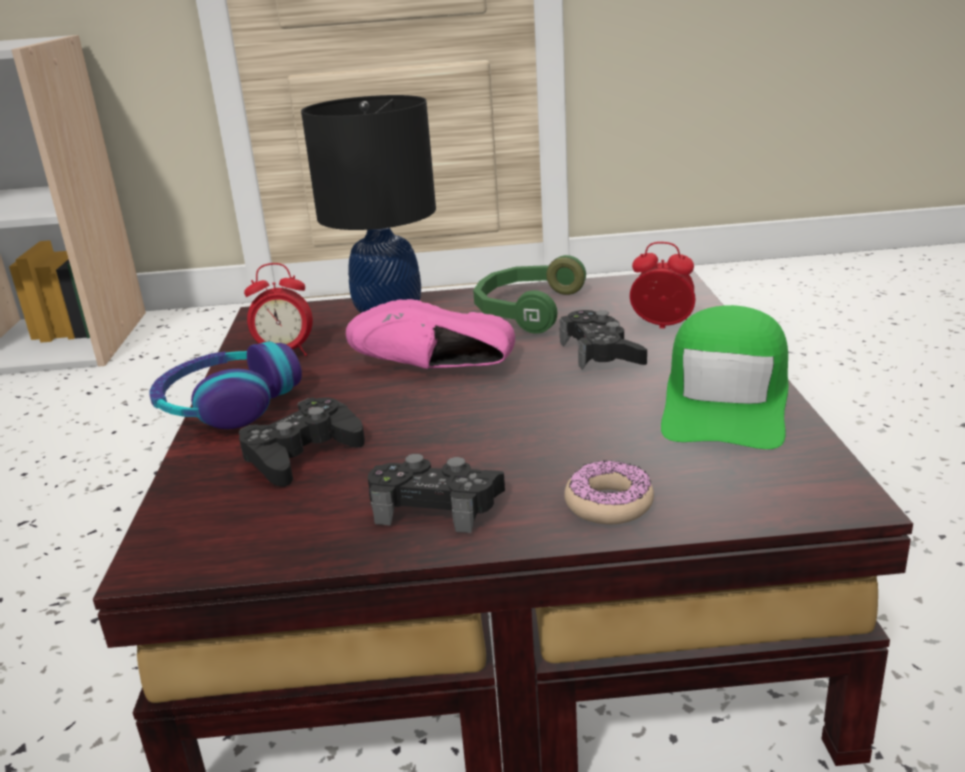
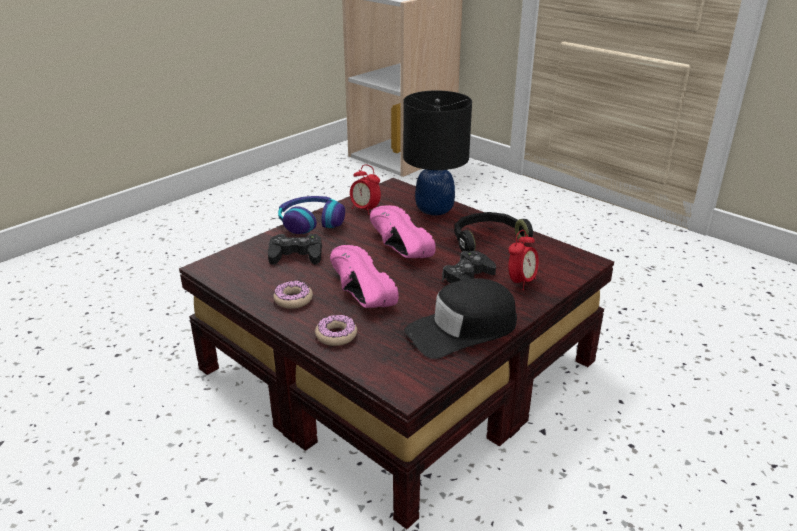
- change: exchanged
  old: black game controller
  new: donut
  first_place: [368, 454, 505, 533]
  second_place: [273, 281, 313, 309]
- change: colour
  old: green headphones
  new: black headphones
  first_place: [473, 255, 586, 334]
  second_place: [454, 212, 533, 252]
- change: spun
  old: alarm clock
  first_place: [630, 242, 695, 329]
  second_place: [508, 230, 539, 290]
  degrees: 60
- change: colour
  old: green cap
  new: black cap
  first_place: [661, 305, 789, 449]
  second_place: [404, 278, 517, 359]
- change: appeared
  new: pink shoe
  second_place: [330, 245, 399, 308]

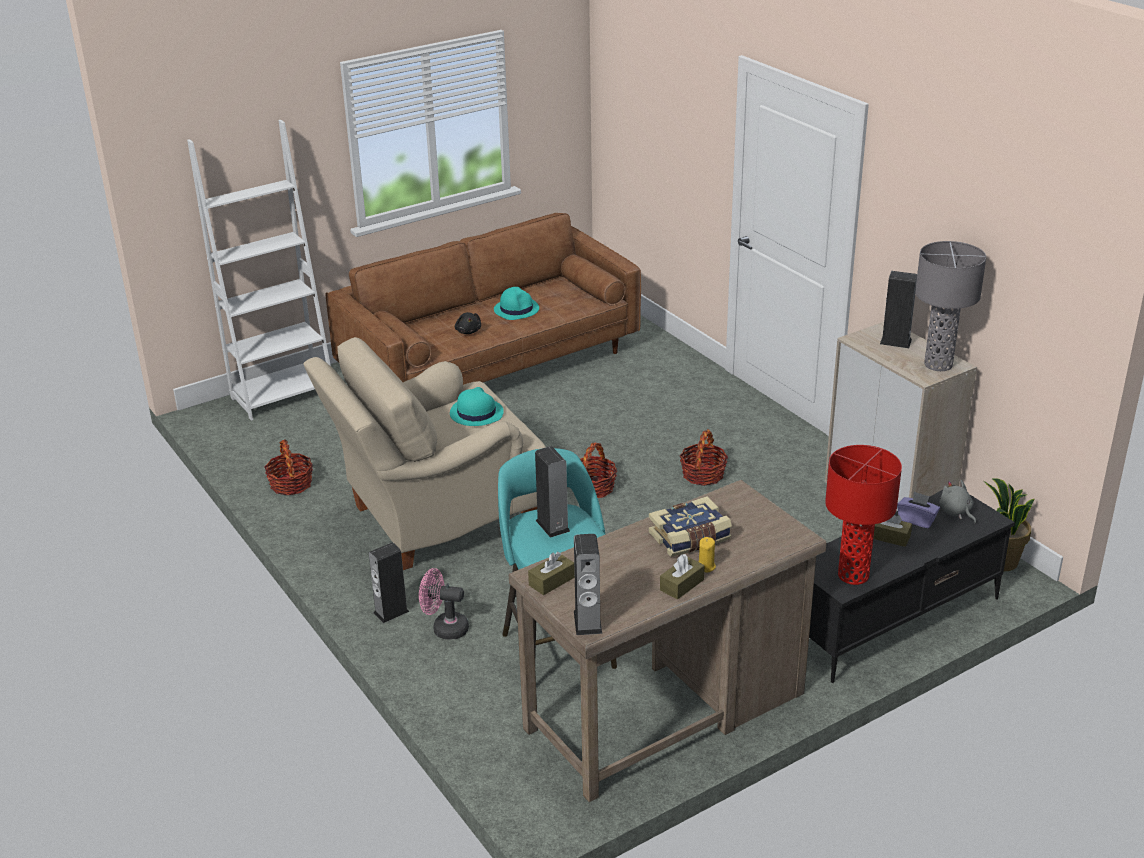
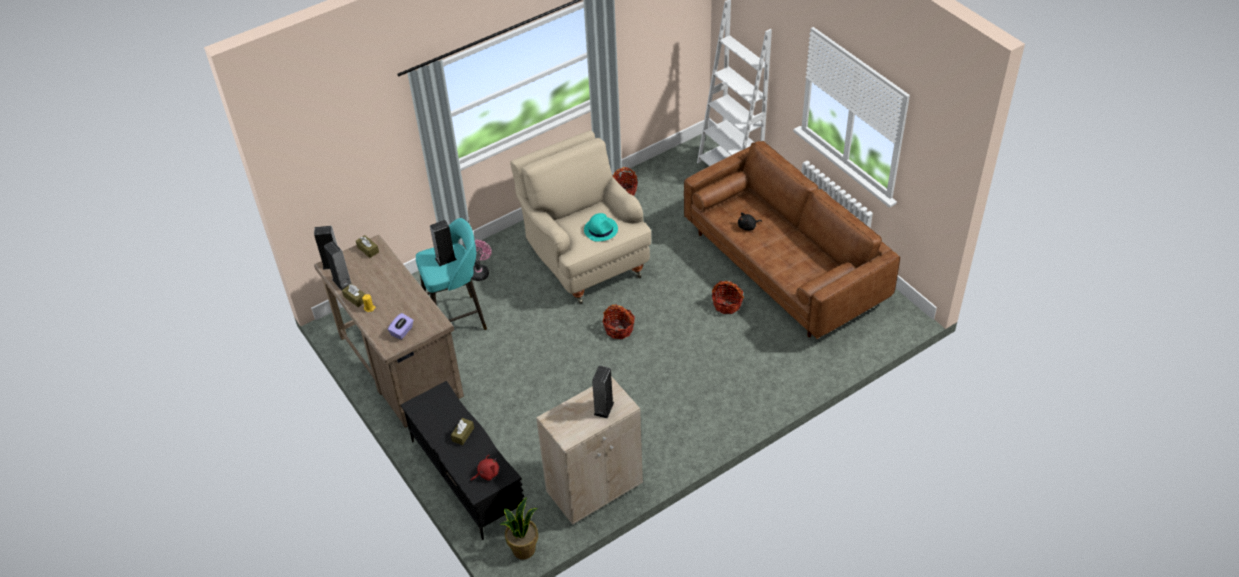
- change: relocated
  old: speaker
  first_place: [369, 542, 410, 623]
  second_place: [324, 241, 353, 291]
- change: missing
  old: turquoise hat
  first_place: [494, 287, 539, 320]
- change: missing
  old: book
  first_place: [649, 496, 732, 557]
- change: relocated
  old: basket
  first_place: [680, 429, 728, 486]
  second_place: [712, 281, 744, 314]
- change: missing
  old: red table lamp
  first_place: [825, 445, 902, 585]
- change: relocated
  old: purple tissue box
  first_place: [897, 492, 940, 528]
  second_place: [387, 313, 414, 340]
- change: missing
  old: grey table lamp
  first_place: [915, 241, 986, 371]
- change: colour
  old: grey plush toy
  new: red plush toy
  first_place: [939, 480, 976, 523]
  second_place: [471, 455, 499, 481]

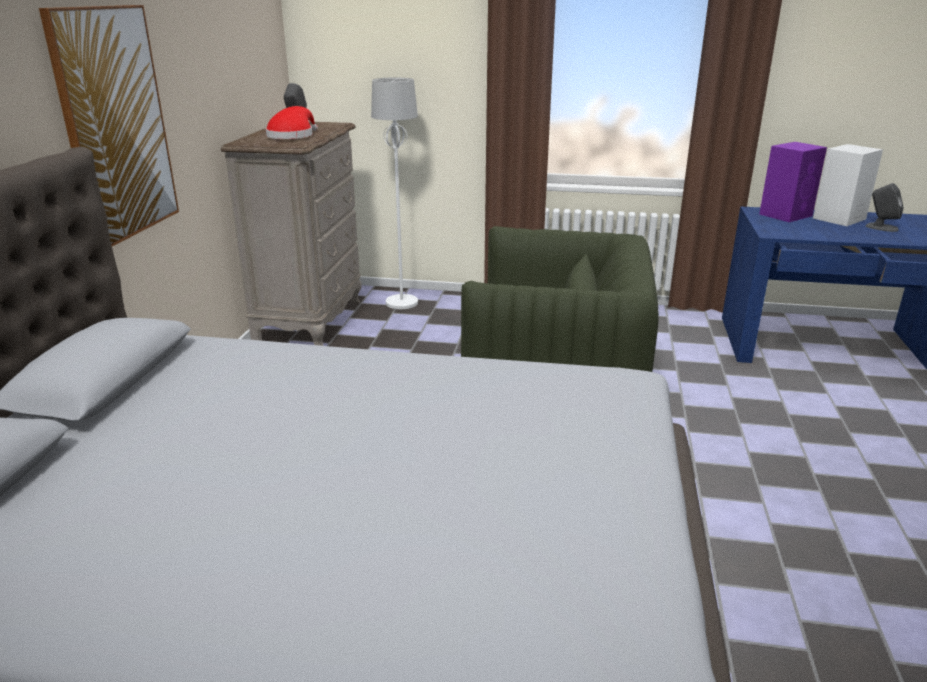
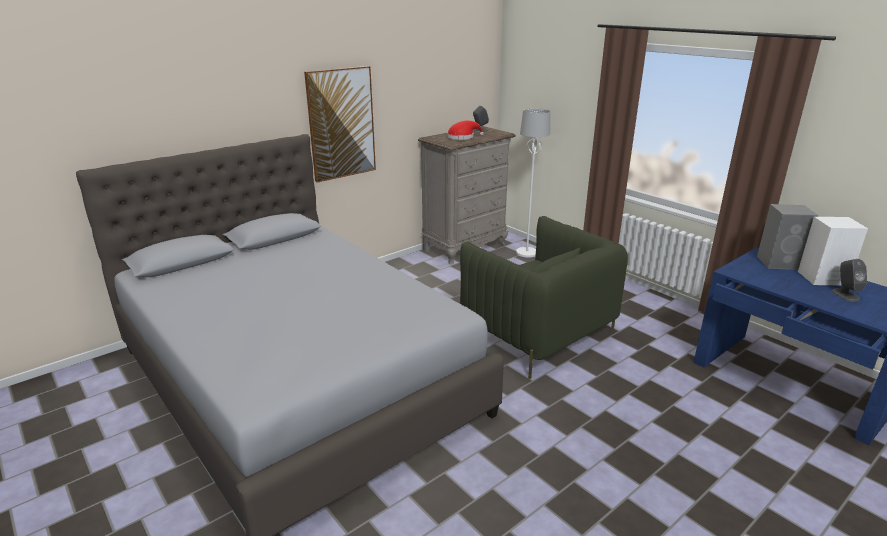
- change: colour
  old: purple speaker
  new: grey speaker
  first_place: [759, 142, 827, 222]
  second_place: [757, 204, 818, 270]

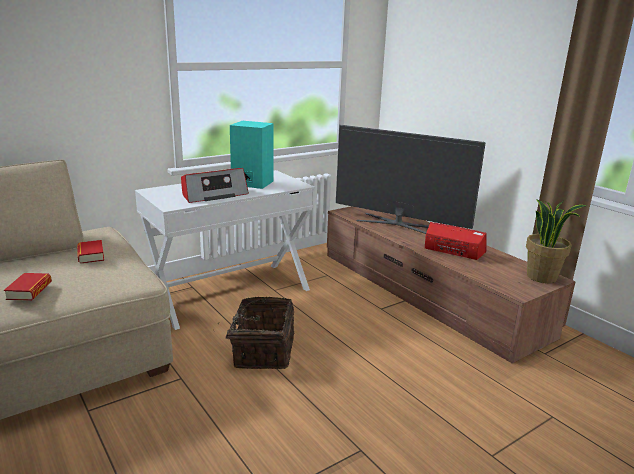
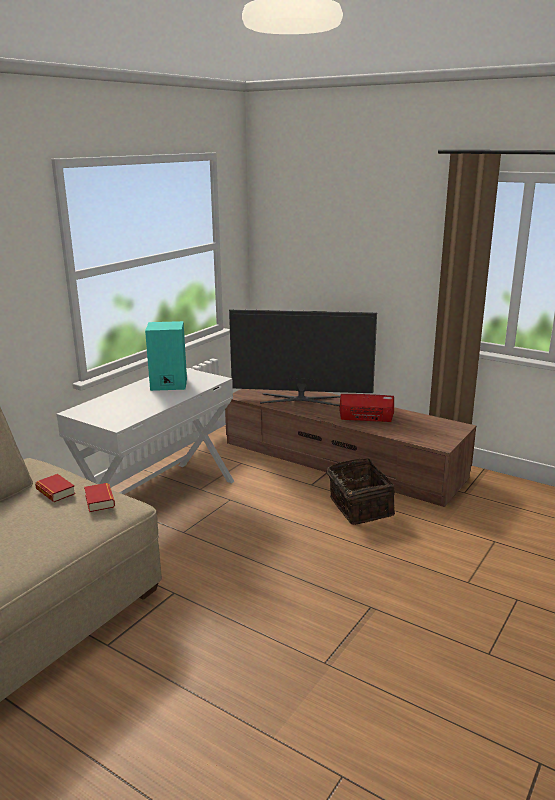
- change: relocated
  old: book
  first_place: [4, 273, 52, 301]
  second_place: [84, 483, 115, 512]
- change: missing
  old: radio
  first_place: [181, 168, 249, 203]
- change: relocated
  old: basket
  first_place: [213, 297, 294, 369]
  second_place: [326, 458, 395, 525]
- change: missing
  old: potted plant
  first_place: [526, 199, 587, 283]

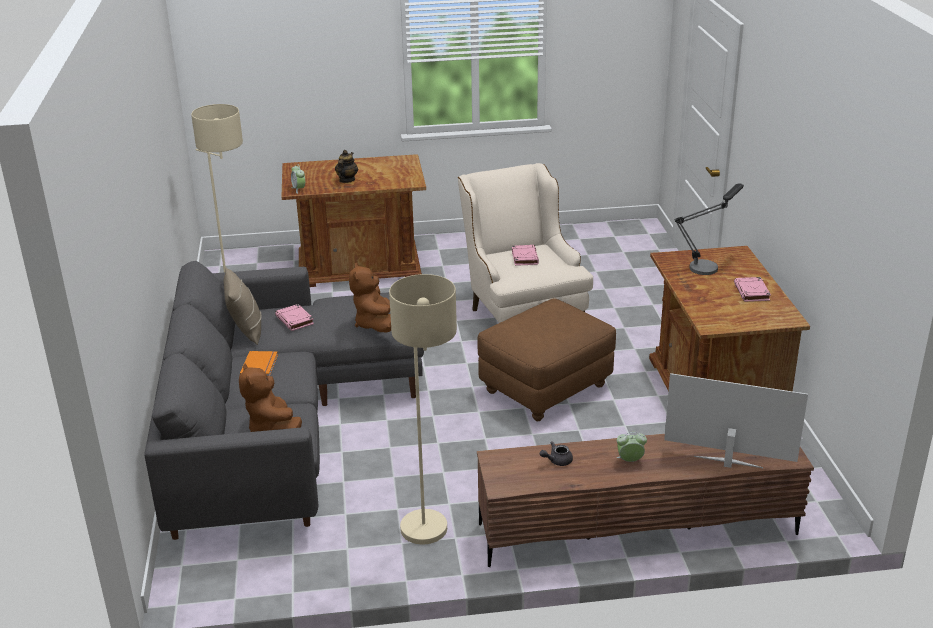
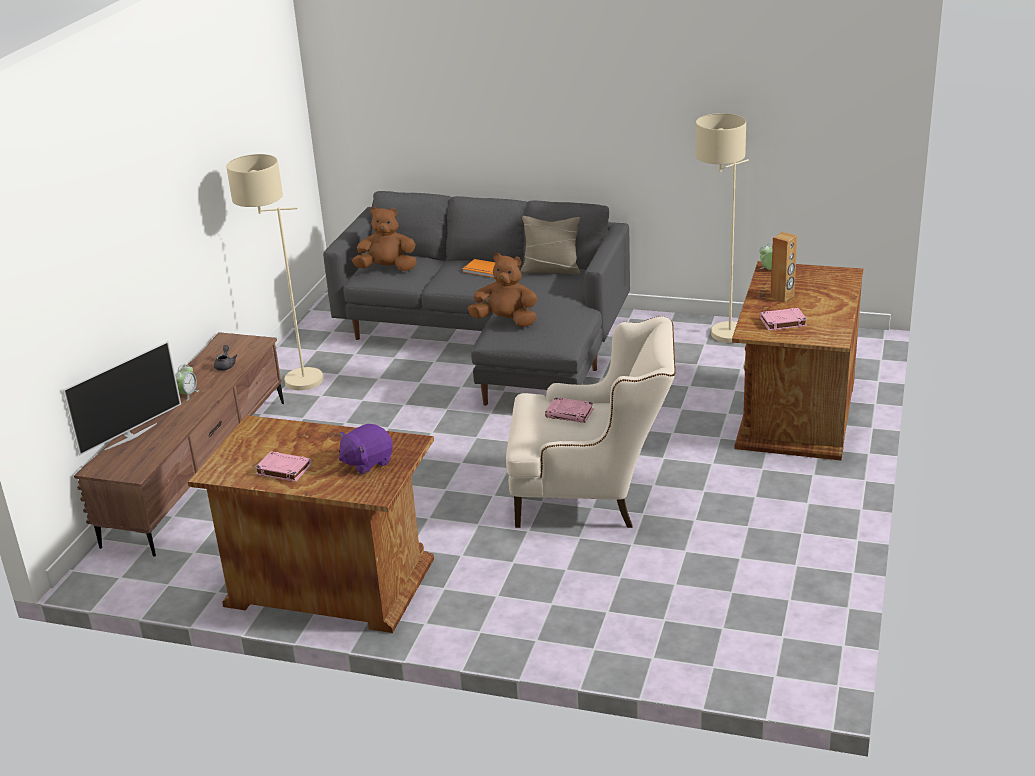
- change: relocated
  old: pink book
  first_place: [275, 304, 314, 331]
  second_place: [760, 308, 807, 330]
- change: exchanged
  old: teapot
  new: brown speaker
  first_place: [335, 150, 358, 183]
  second_place: [770, 232, 797, 302]
- change: missing
  old: brown ottoman
  first_place: [478, 298, 616, 421]
- change: exchanged
  old: table lamp
  new: purple plush toy
  first_place: [674, 183, 744, 275]
  second_place: [339, 424, 393, 474]

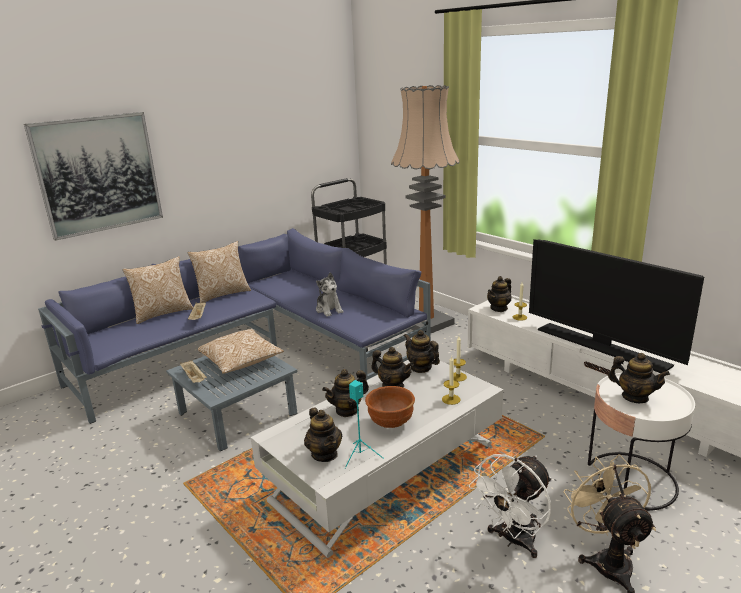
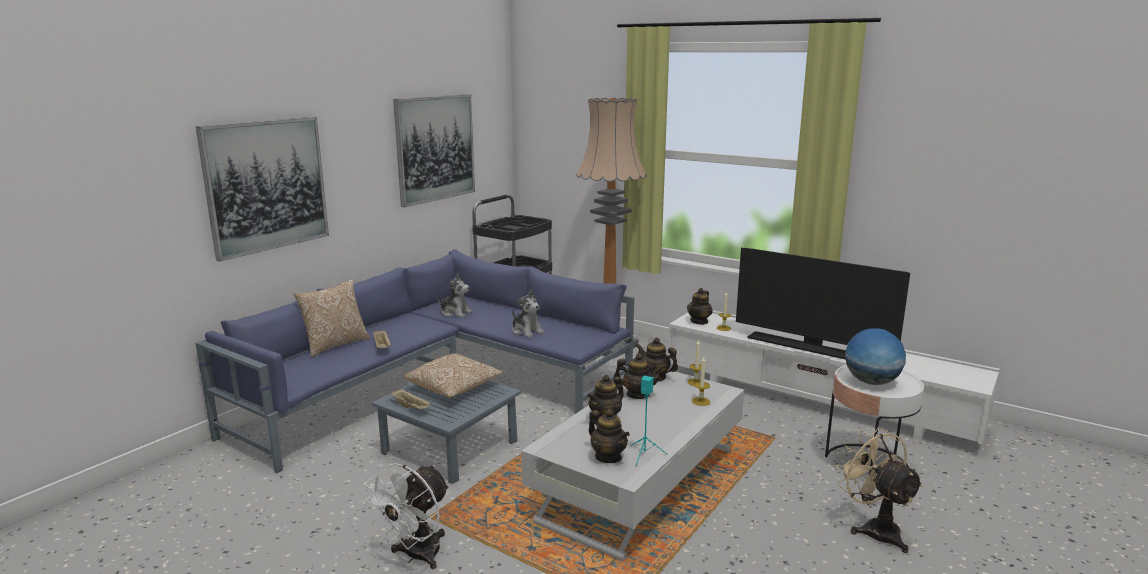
- change: missing
  old: pillow
  first_place: [187, 241, 251, 303]
- change: missing
  old: brown bowl
  first_place: [365, 386, 415, 428]
- change: relocated
  old: white fan
  first_place: [469, 454, 552, 558]
  second_place: [363, 463, 449, 569]
- change: exchanged
  old: teapot
  new: globe
  first_place: [608, 353, 670, 403]
  second_place: [845, 328, 906, 385]
- change: appeared
  new: picture
  second_place: [393, 94, 475, 207]
- change: appeared
  new: plush toy
  second_place: [436, 273, 473, 318]

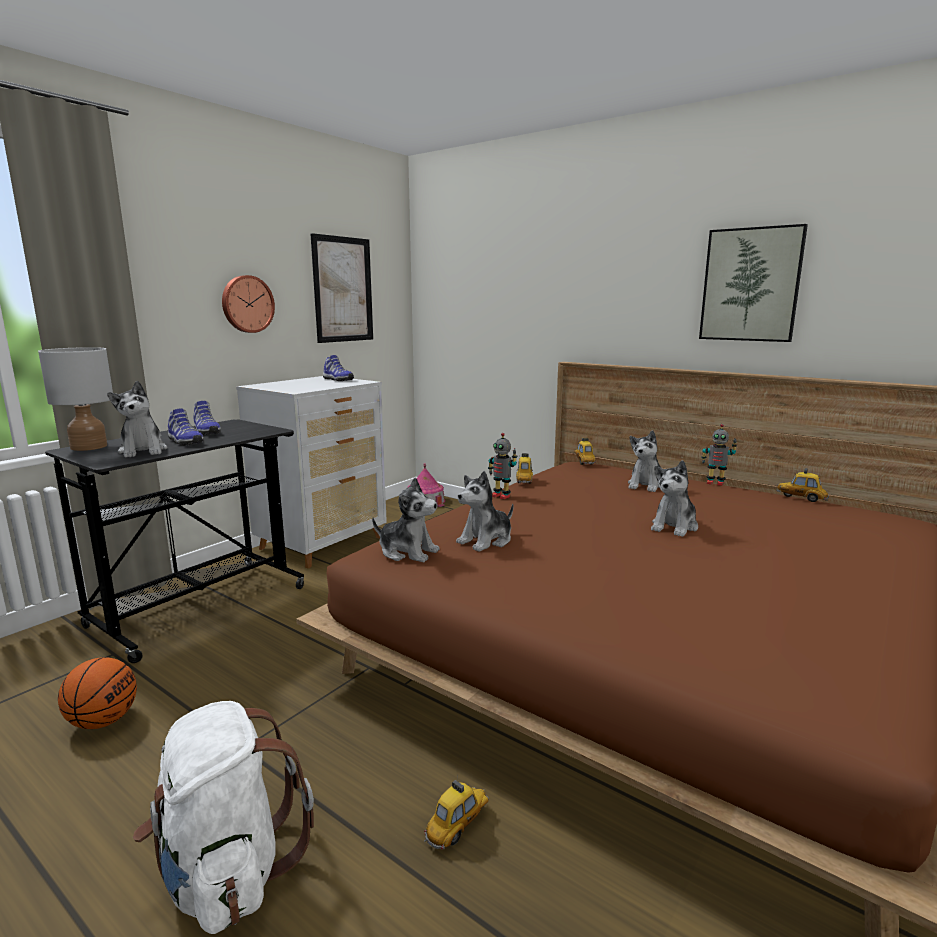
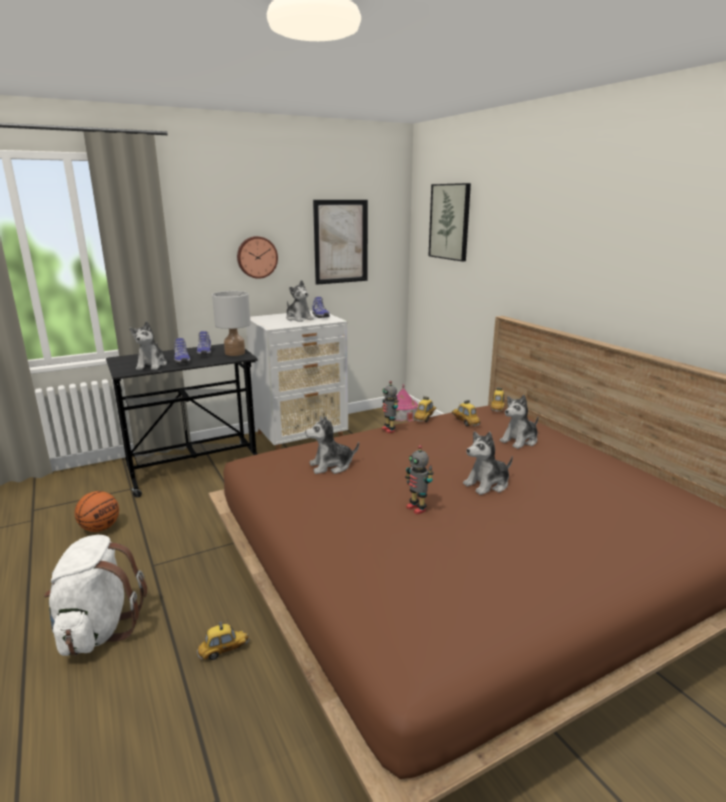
- change: relocated
  old: grey table lamp
  first_place: [38, 347, 113, 451]
  second_place: [212, 291, 251, 356]
- change: relocated
  old: plush toy
  first_place: [372, 477, 440, 562]
  second_place: [286, 280, 314, 322]
- change: relocated
  old: picture
  first_place: [699, 224, 808, 342]
  second_place: [429, 183, 471, 262]
- change: relocated
  old: toy robot
  first_place: [701, 424, 737, 486]
  second_place: [405, 445, 434, 515]
- change: relocated
  old: toy car
  first_place: [776, 468, 829, 502]
  second_place: [452, 400, 481, 427]

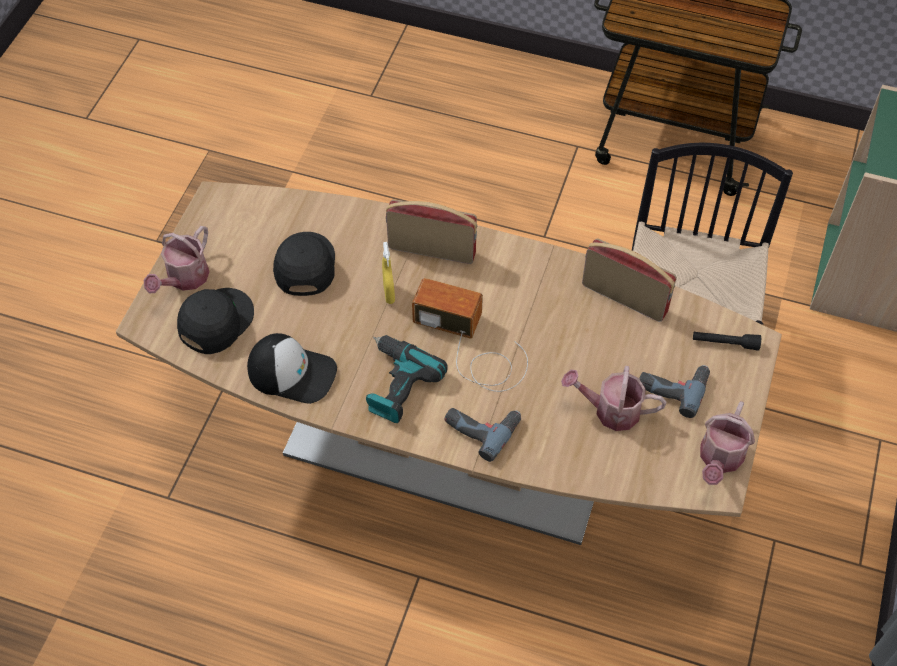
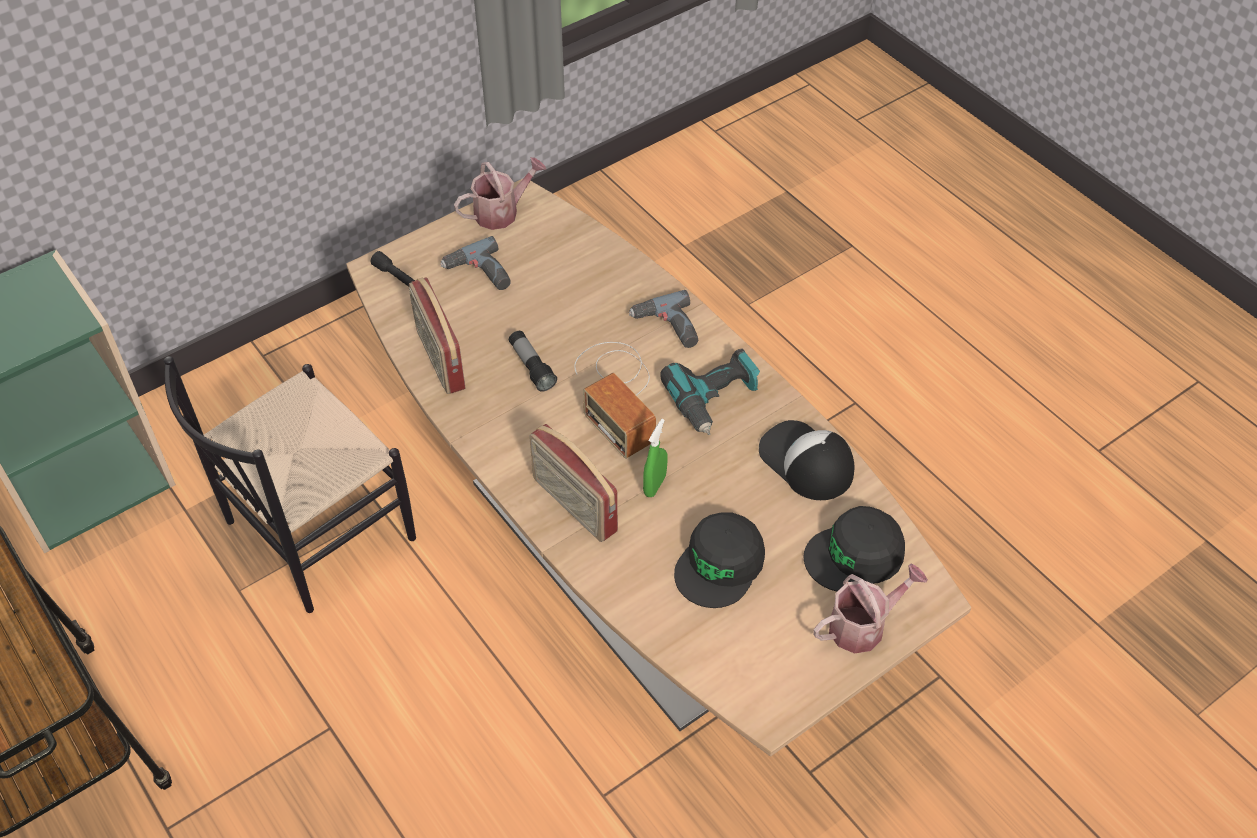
- change: colour
  old: yellow spray bottle
  new: green spray bottle
  first_place: [382, 242, 395, 304]
  second_place: [643, 419, 667, 497]
- change: missing
  old: watering can
  first_place: [561, 366, 666, 431]
- change: appeared
  new: flashlight
  second_place: [509, 331, 557, 392]

